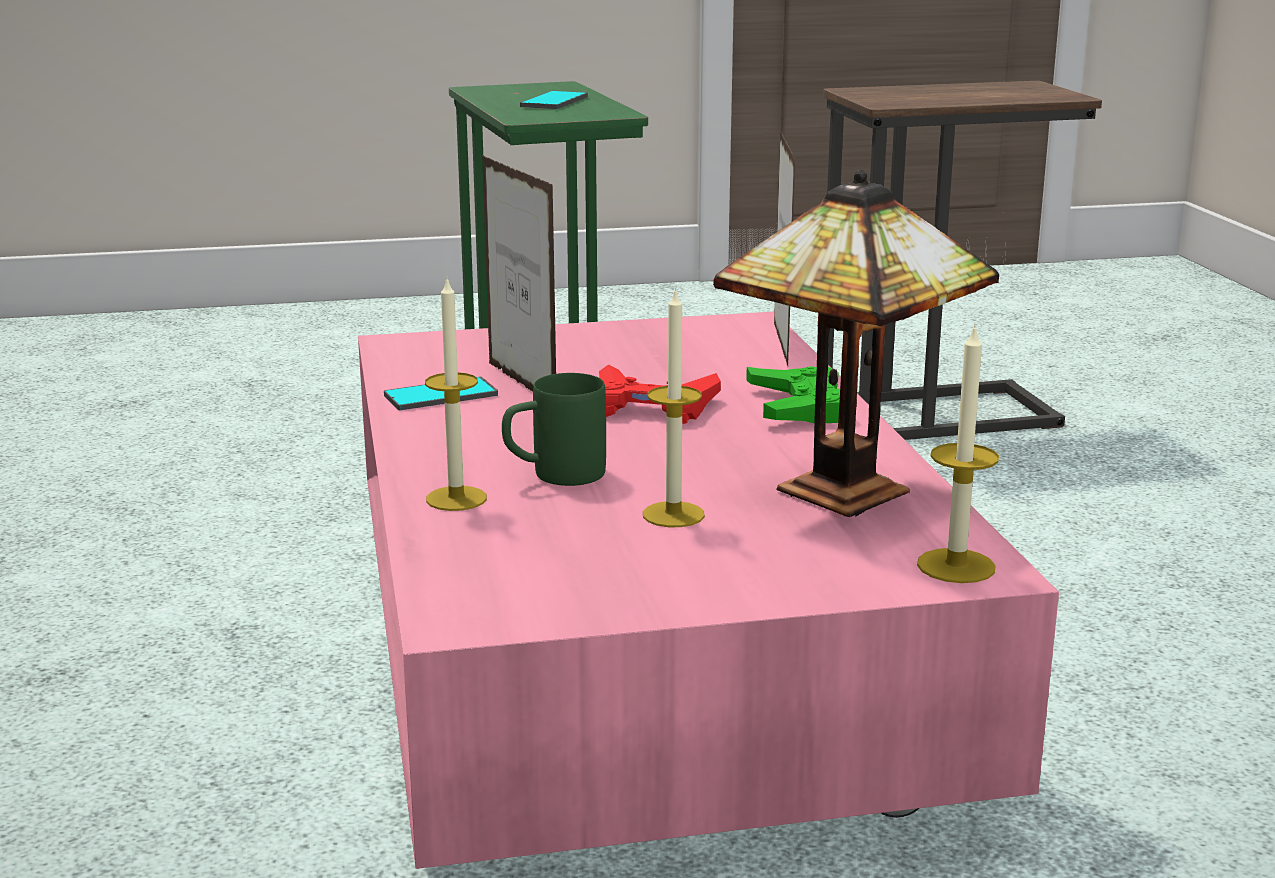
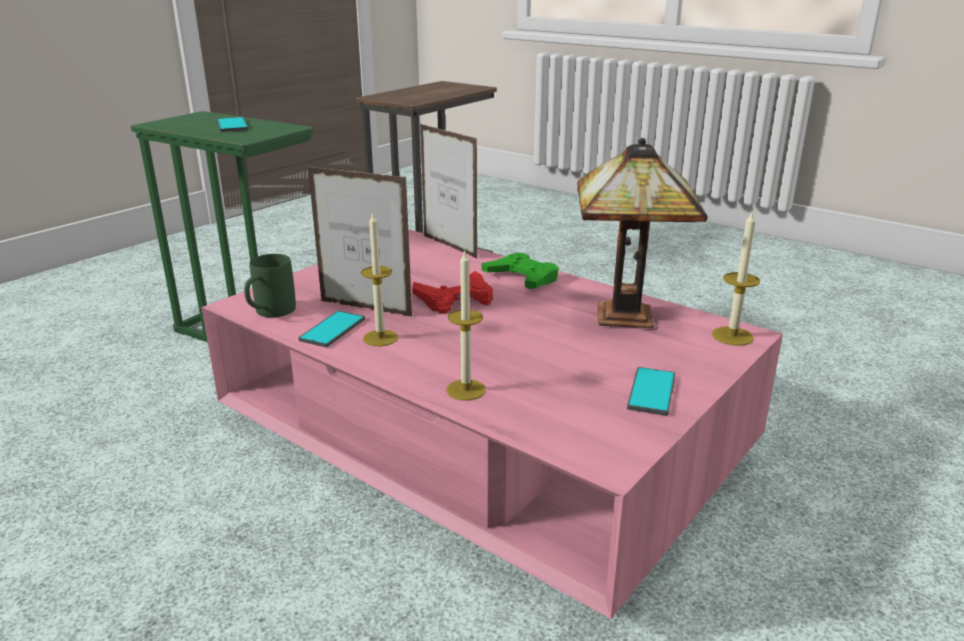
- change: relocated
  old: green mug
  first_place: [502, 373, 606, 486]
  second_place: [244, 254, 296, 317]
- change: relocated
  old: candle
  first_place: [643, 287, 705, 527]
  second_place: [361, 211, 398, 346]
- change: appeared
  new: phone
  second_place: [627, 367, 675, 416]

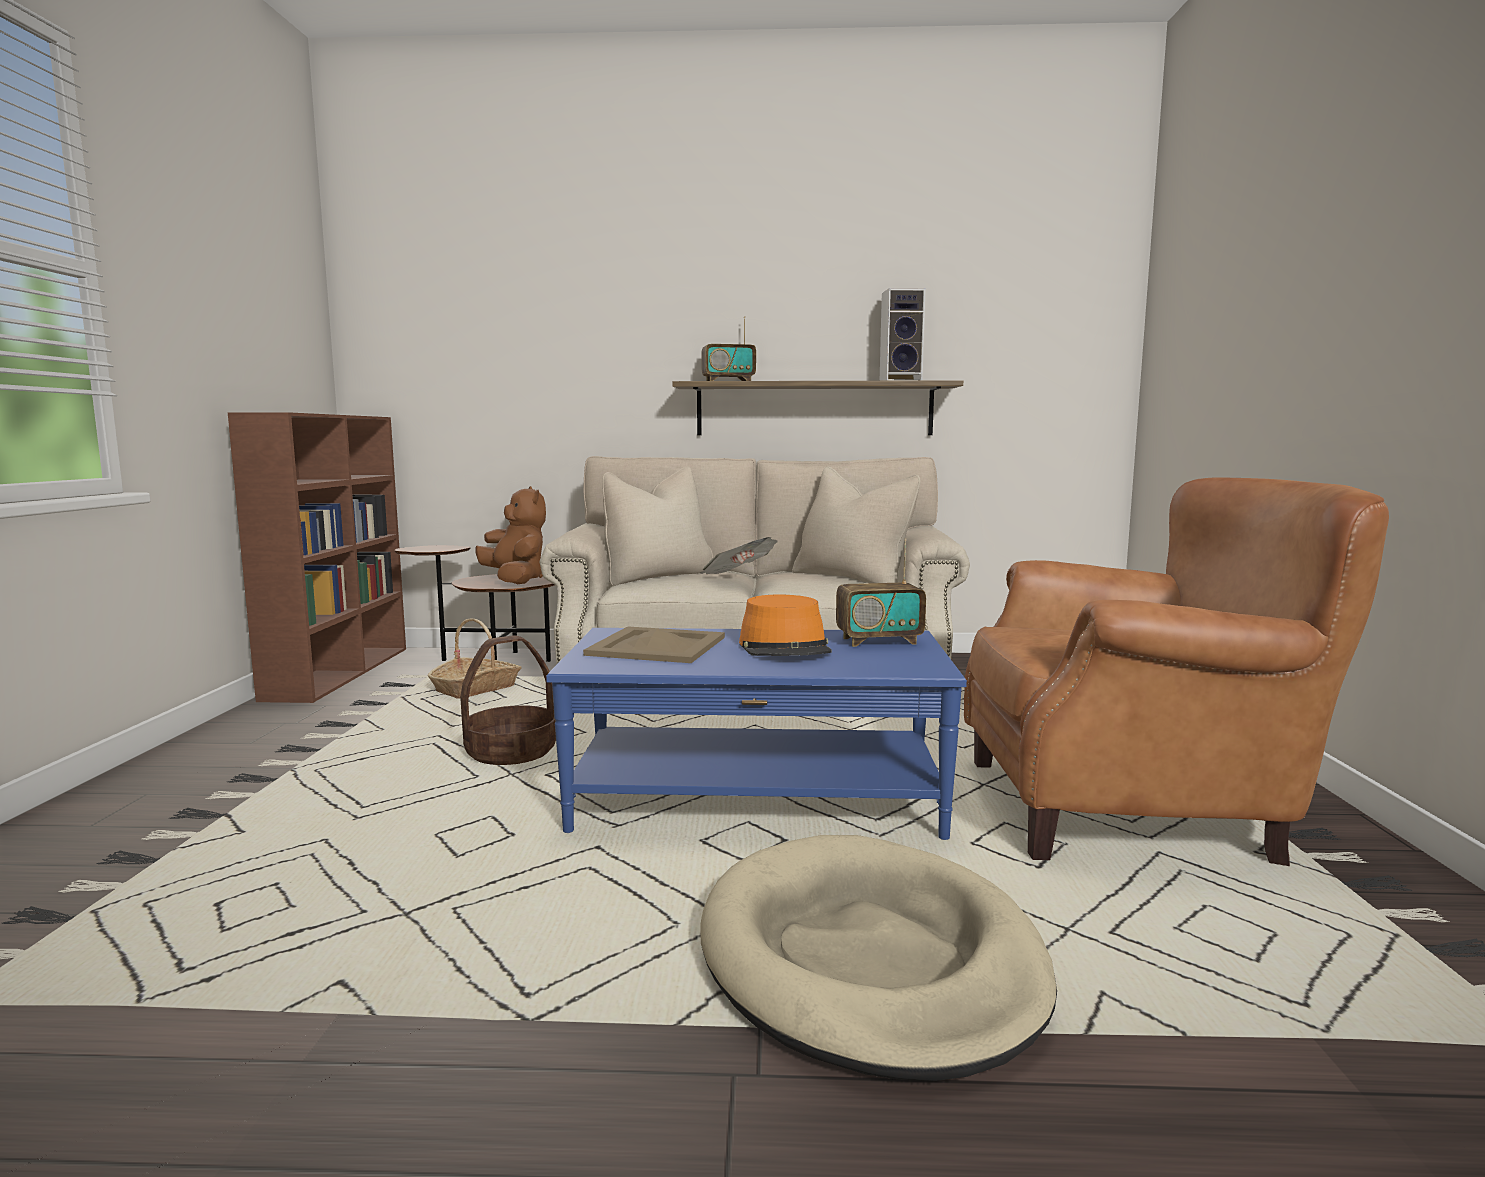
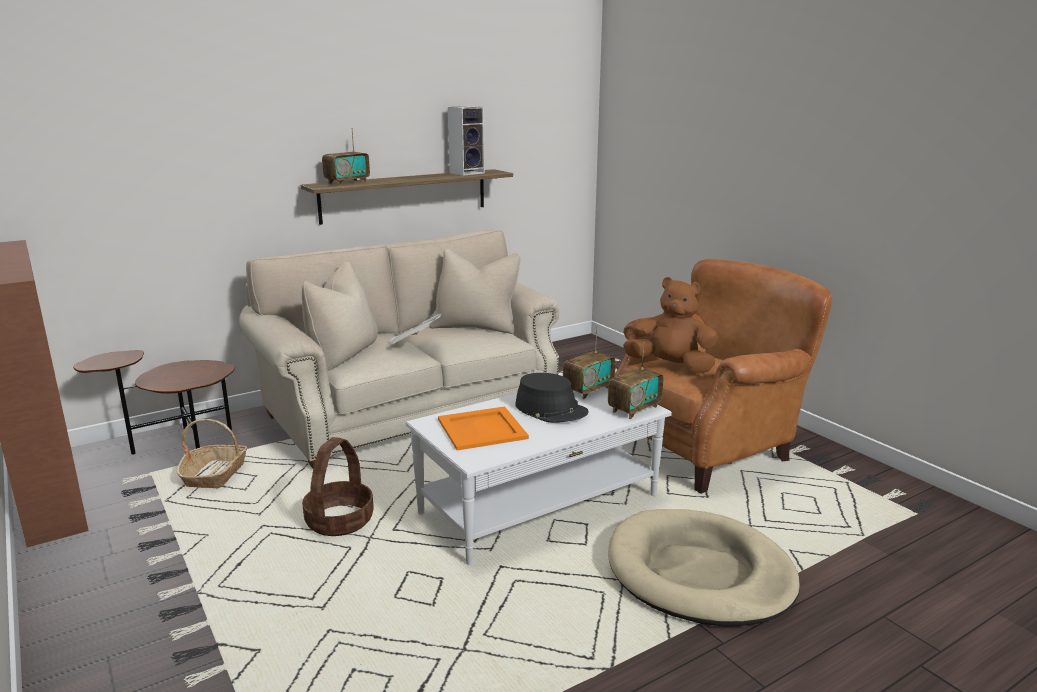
- change: relocated
  old: brown plush toy
  first_place: [475, 486, 546, 584]
  second_place: [623, 277, 718, 374]
- change: colour
  old: blue coffee table
  new: white coffee table
  first_place: [546, 628, 967, 840]
  second_place: [406, 387, 672, 565]
- change: colour
  old: beige tray
  new: orange tray
  first_place: [583, 626, 725, 663]
  second_place: [438, 406, 529, 450]
- change: colour
  old: orange hat
  new: black hat
  first_place: [739, 595, 832, 656]
  second_place: [515, 373, 589, 423]
- change: appeared
  new: radio
  second_place: [608, 342, 664, 419]

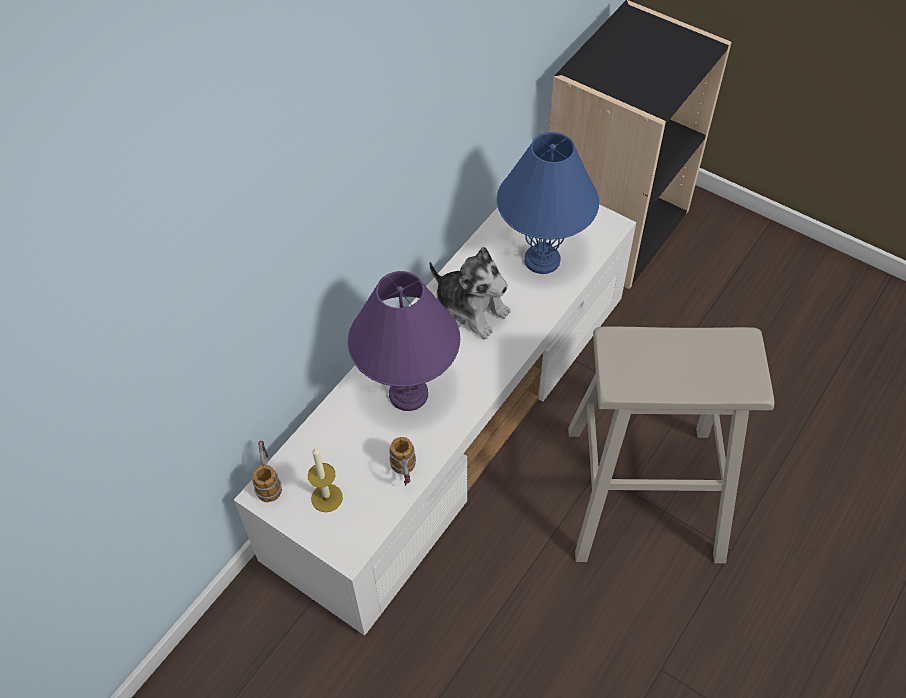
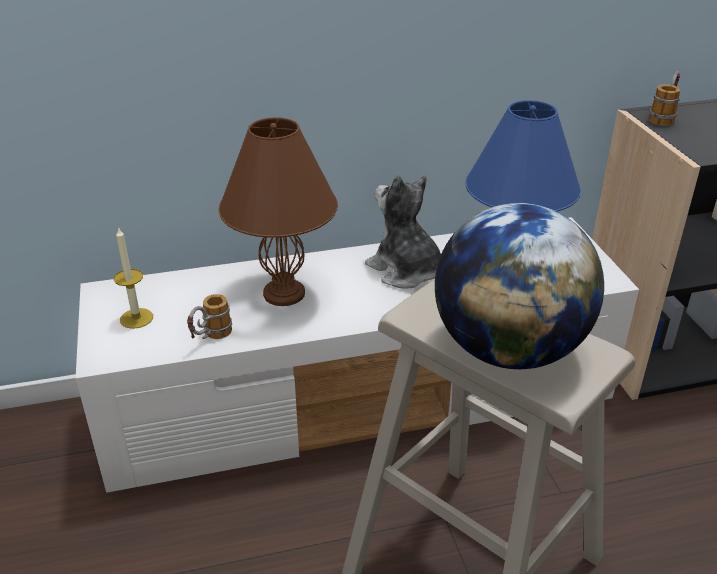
- change: relocated
  old: mug
  first_place: [252, 441, 282, 502]
  second_place: [649, 71, 680, 126]
- change: colour
  old: purple table lamp
  new: brown table lamp
  first_place: [348, 271, 460, 411]
  second_place: [218, 117, 338, 306]
- change: spun
  old: plush toy
  first_place: [429, 247, 511, 339]
  second_place: [365, 175, 441, 289]
  degrees: 150
- change: appeared
  new: globe
  second_place: [435, 203, 604, 369]

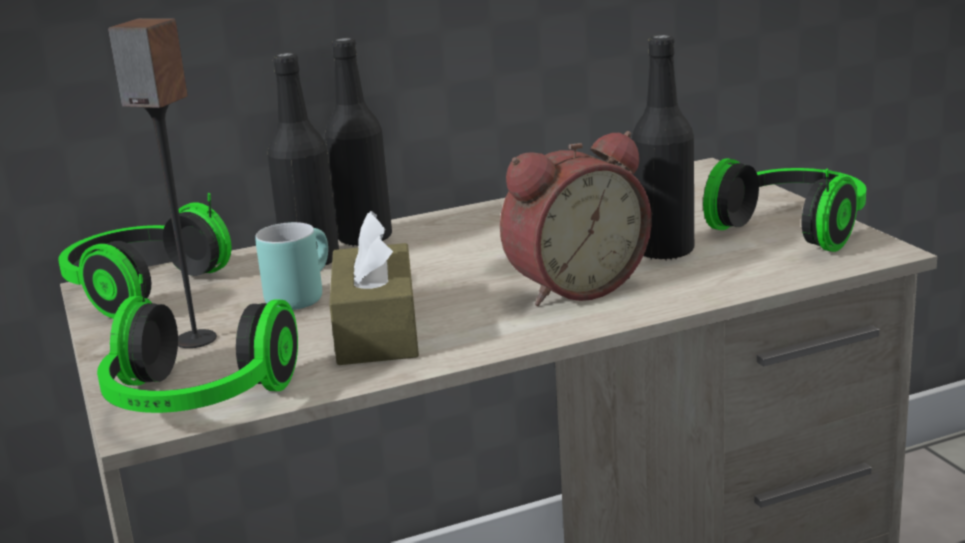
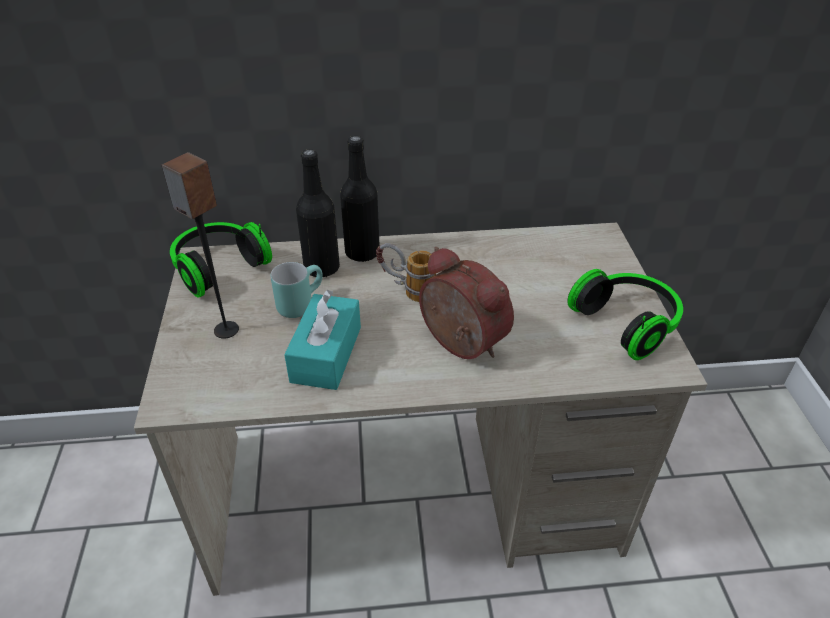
- change: missing
  old: headphones
  first_place: [97, 274, 298, 413]
- change: colour
  old: brown tissue box
  new: turquoise tissue box
  first_place: [329, 211, 419, 365]
  second_place: [284, 290, 361, 390]
- change: spun
  old: alarm clock
  first_place: [500, 131, 652, 306]
  second_place: [419, 247, 514, 359]
  degrees: -120
- change: missing
  old: black bottle
  first_place: [632, 35, 694, 260]
- change: appeared
  new: mug
  second_place: [376, 243, 436, 302]

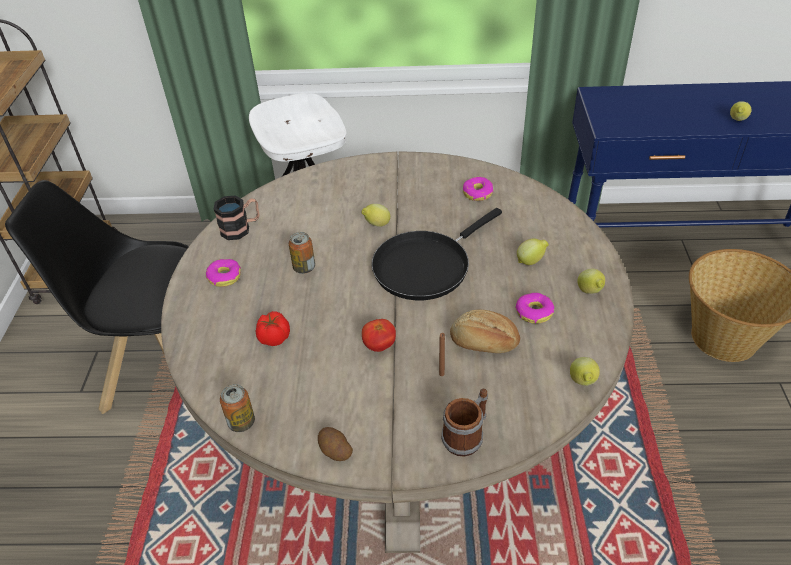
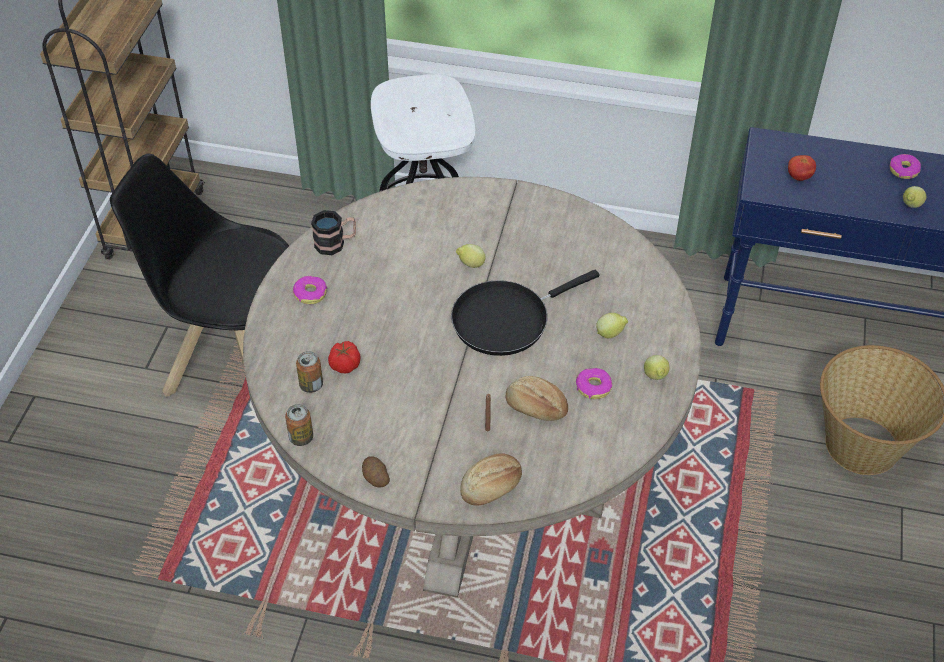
- change: relocated
  old: can
  first_place: [289, 232, 315, 274]
  second_place: [296, 351, 323, 393]
- change: relocated
  old: tomato
  first_place: [362, 319, 396, 352]
  second_place: [788, 155, 816, 181]
- change: exchanged
  old: mug
  new: bread
  first_place: [441, 388, 488, 457]
  second_place: [460, 453, 522, 505]
- change: relocated
  old: donut
  first_place: [463, 177, 493, 201]
  second_place: [890, 154, 921, 179]
- change: missing
  old: lemon
  first_place: [570, 357, 600, 386]

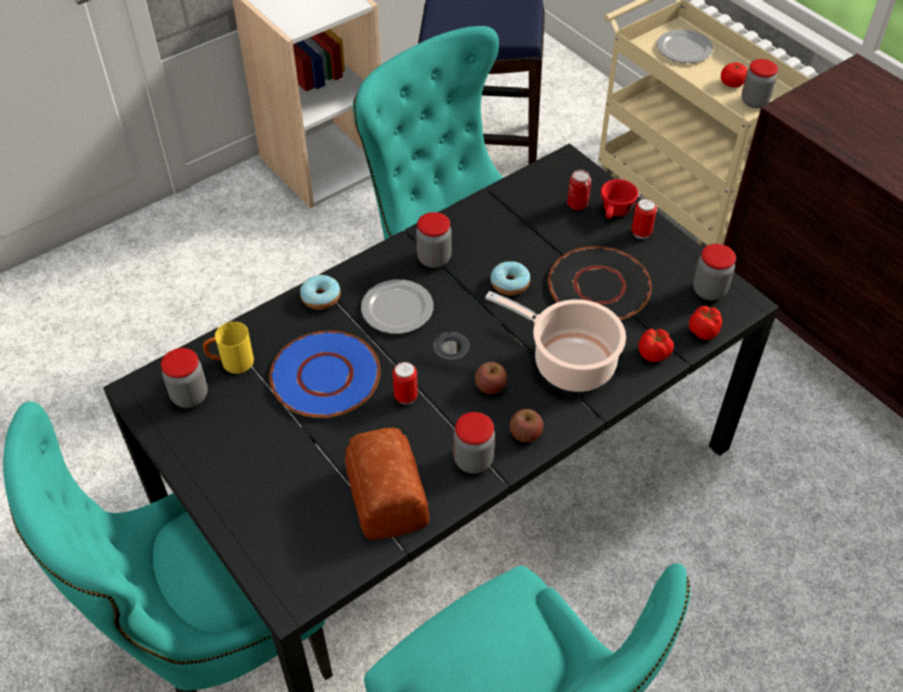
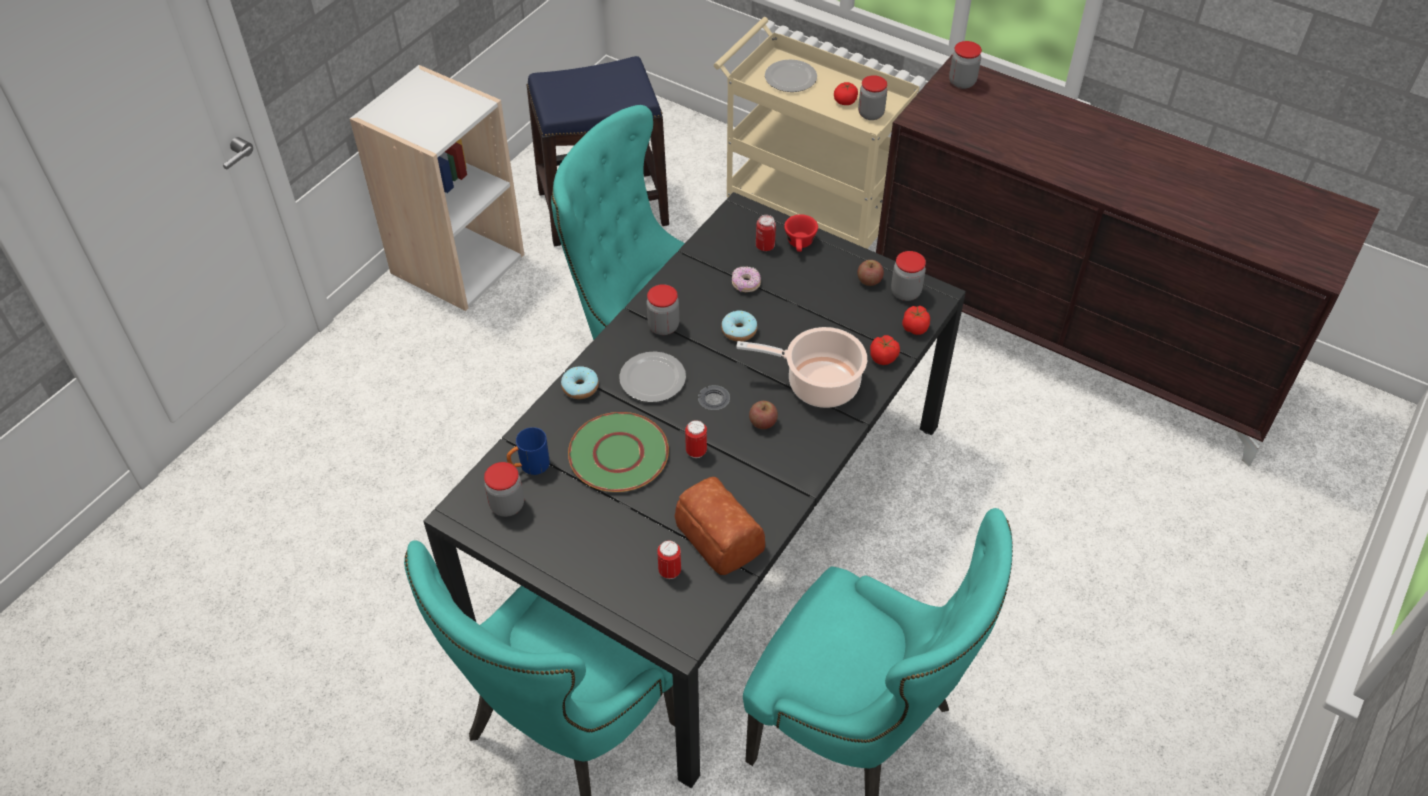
- change: colour
  old: yellow mug
  new: blue mug
  first_place: [203, 322, 254, 374]
  second_place: [507, 427, 550, 475]
- change: colour
  old: blue plate
  new: green plate
  first_place: [270, 331, 380, 418]
  second_place: [568, 412, 669, 492]
- change: relocated
  old: jar
  first_place: [454, 412, 495, 474]
  second_place: [949, 41, 982, 89]
- change: relocated
  old: apple
  first_place: [510, 409, 543, 443]
  second_place: [857, 260, 884, 286]
- change: missing
  old: black plate
  first_place: [548, 246, 652, 320]
- change: relocated
  old: can
  first_place: [631, 198, 657, 239]
  second_place: [657, 540, 681, 579]
- change: appeared
  new: donut
  second_place: [732, 266, 761, 292]

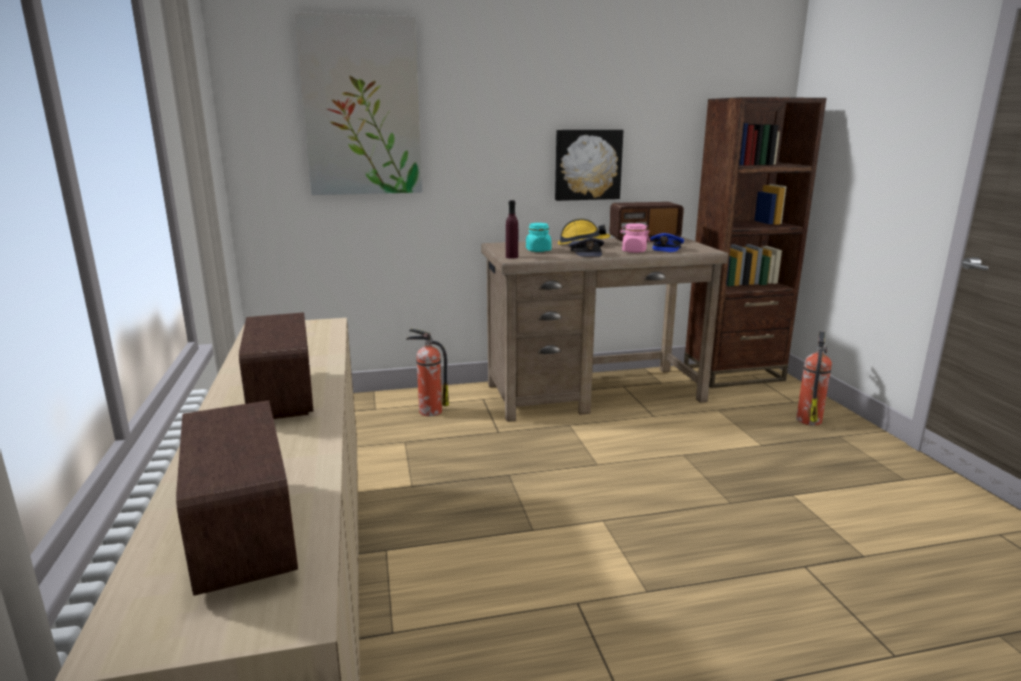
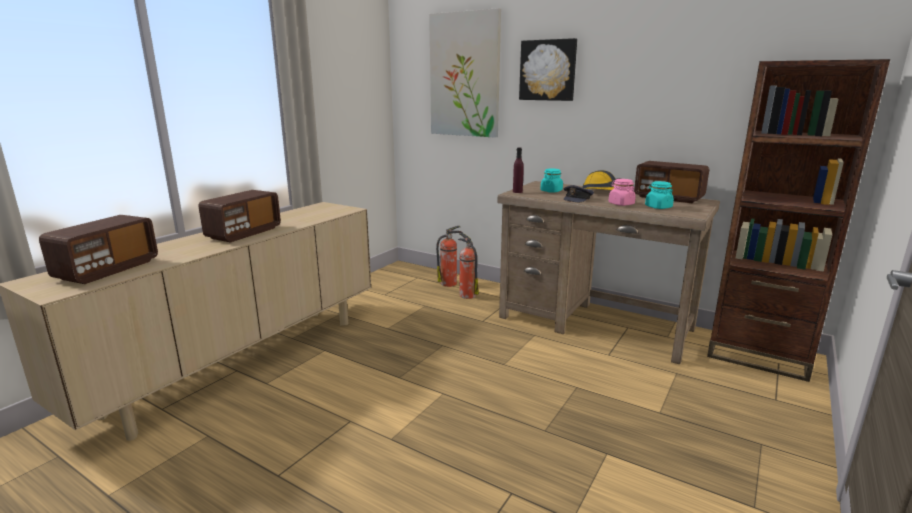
- change: relocated
  old: picture
  first_place: [555, 130, 624, 201]
  second_place: [519, 38, 577, 101]
- change: exchanged
  old: blue cap
  new: turquoise jar
  first_place: [650, 233, 684, 252]
  second_place: [645, 181, 674, 209]
- change: relocated
  old: fire extinguisher
  first_place: [796, 331, 832, 426]
  second_place: [436, 226, 463, 287]

